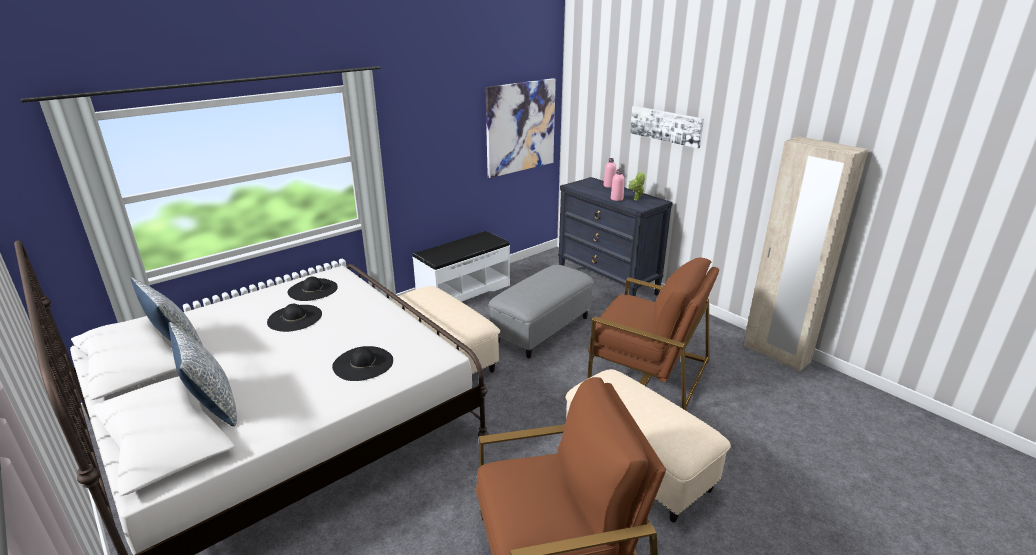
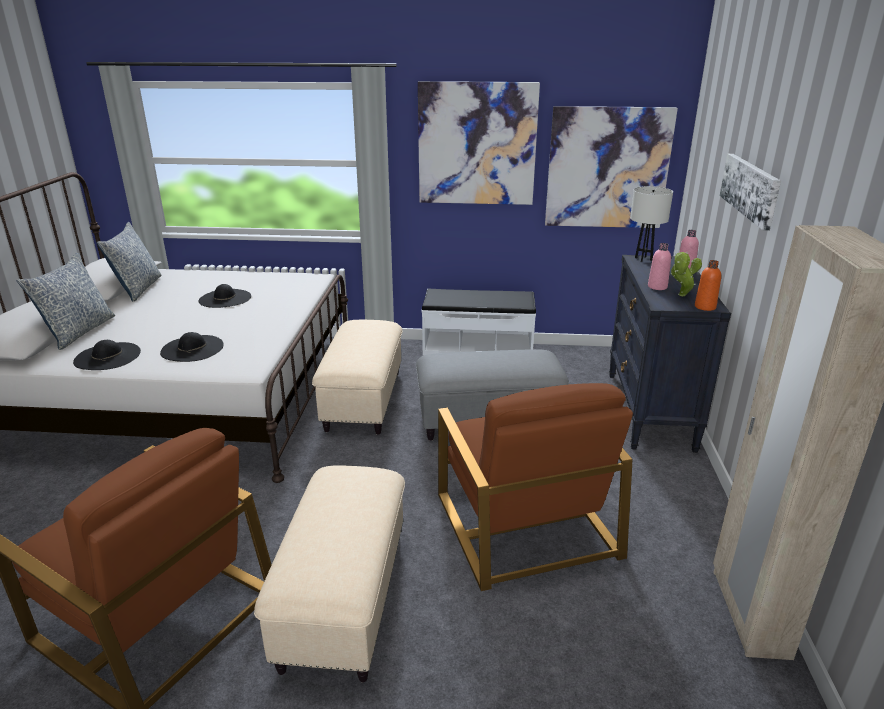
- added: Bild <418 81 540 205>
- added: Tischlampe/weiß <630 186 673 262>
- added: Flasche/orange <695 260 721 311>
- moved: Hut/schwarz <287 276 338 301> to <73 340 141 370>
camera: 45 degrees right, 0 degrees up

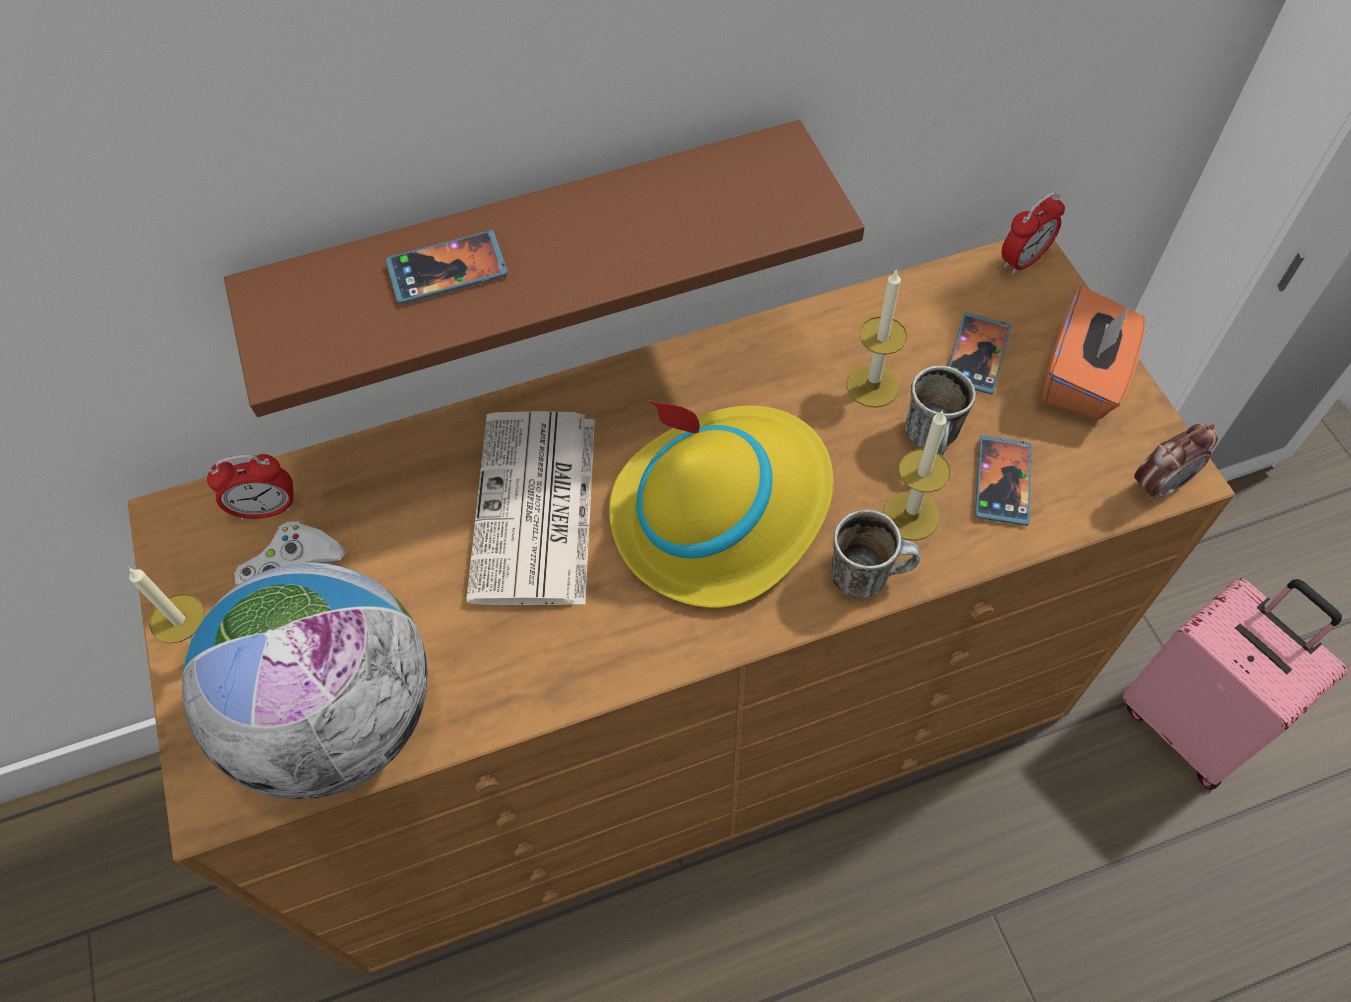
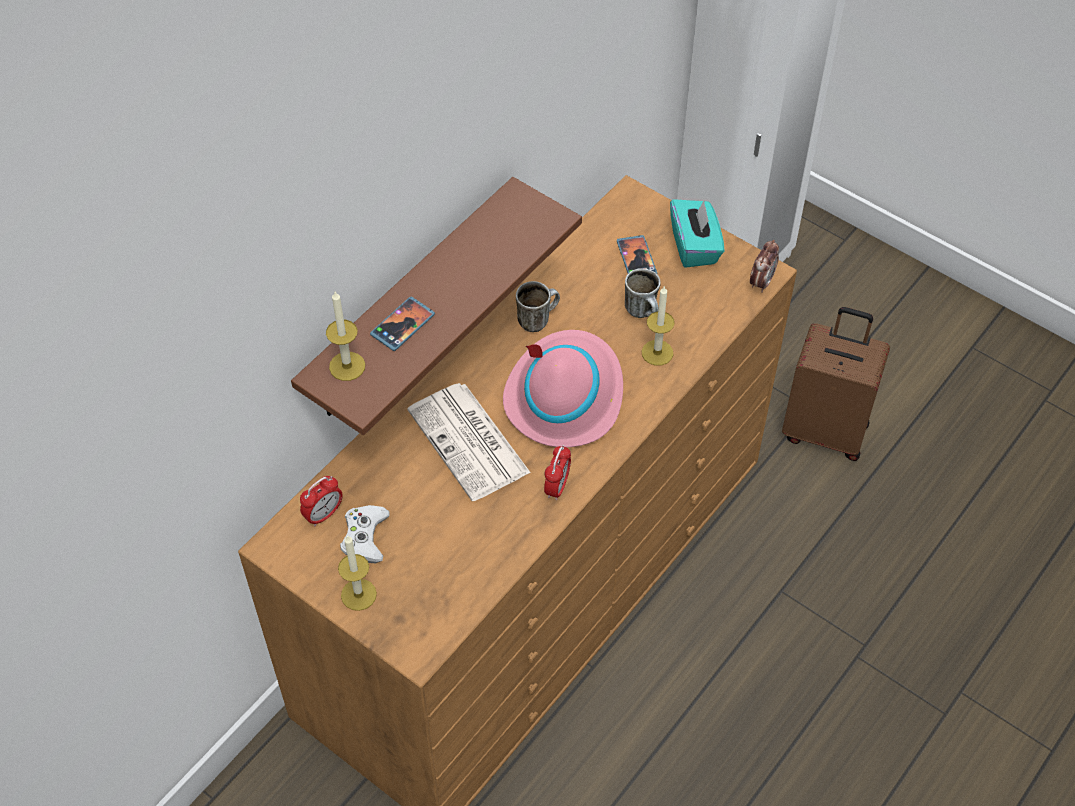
- removed: Globus <182 563 428 800>
- removed: Handy <975 435 1032 526>
- moved: Henkelbecher <832 509 920 598> to <516 281 560 332>
- moved: Kerze <847 269 907 408> to <326 292 365 381>
- moved: Wecker <1001 192 1065 275> to <544 445 571 500>
- recoloured: Hut/gelb <609 400 834 608> to Hut/rosa <503 330 623 447>
- recoloured: Taschentuchbox/orange <1042 286 1145 420> to Taschentuchbox/türkis <670 199 724 268>
- recoloured: Koffer/rosa <1123 578 1347 790> to Koffer/braun <782 307 890 461>
camera: 35 degrees left, 5 degrees down

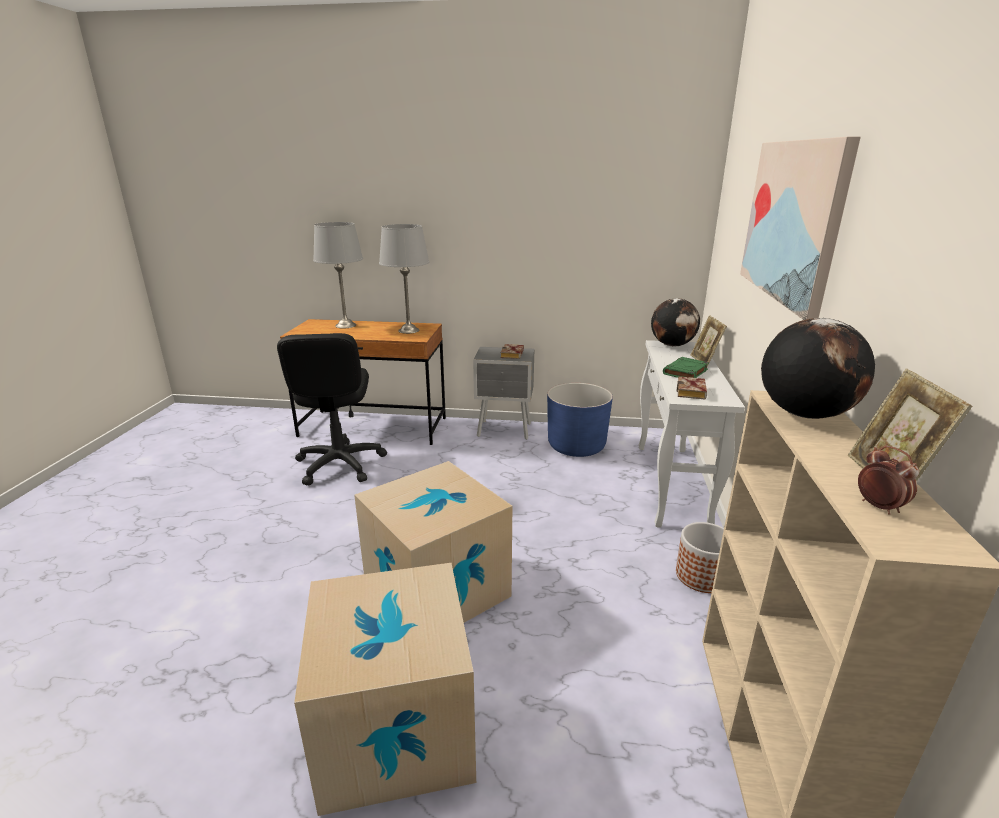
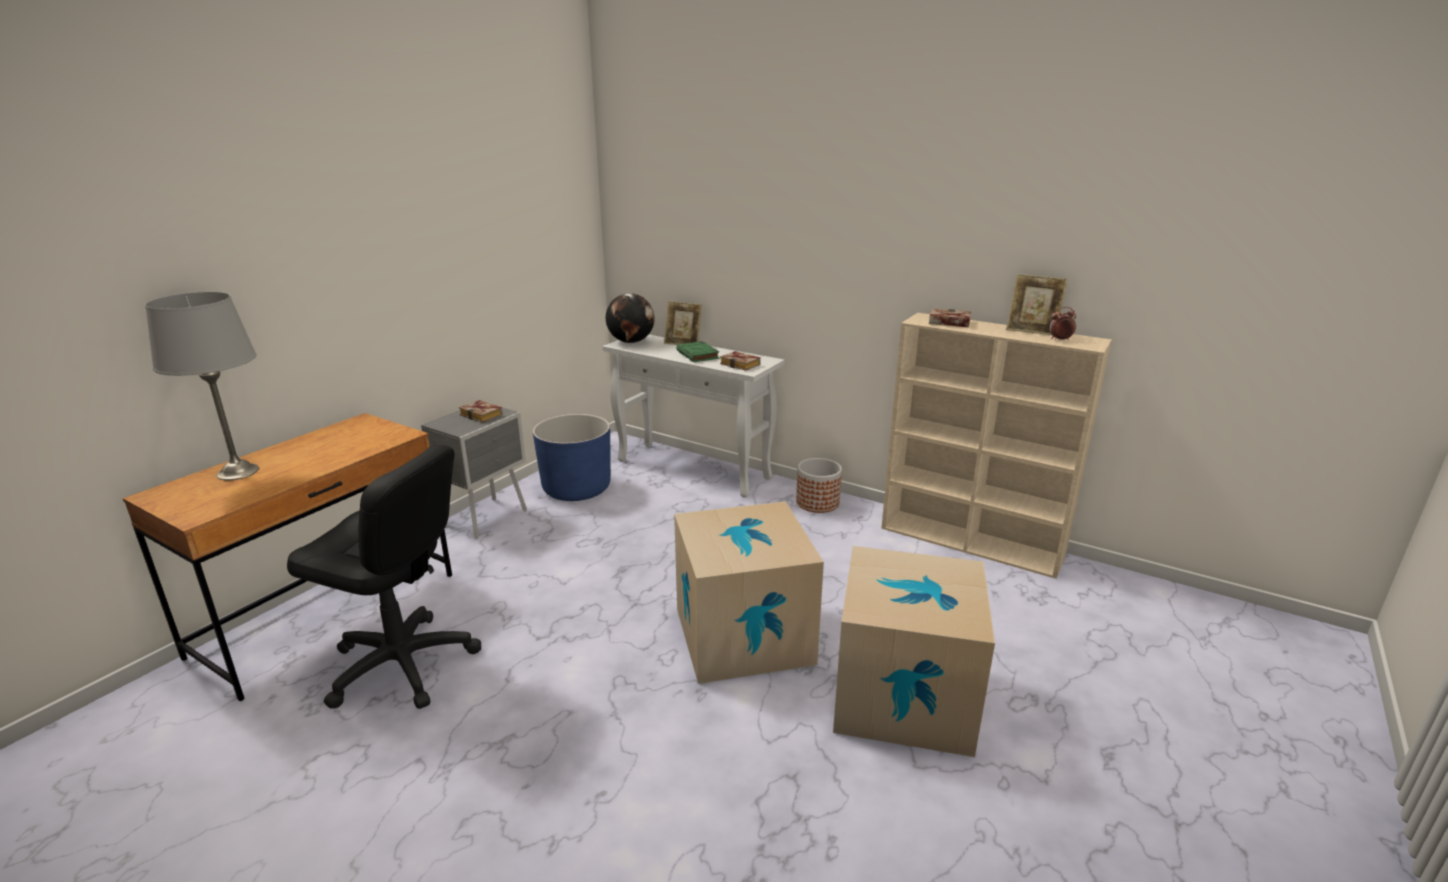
- removed: Tischlampe/grau <379 224 429 334>
- removed: Bild <740 136 861 320>
- replaced: Globus <761 318 875 419> to Buch <929 309 971 327>
camera: 65 degrees left, 0 degrees up

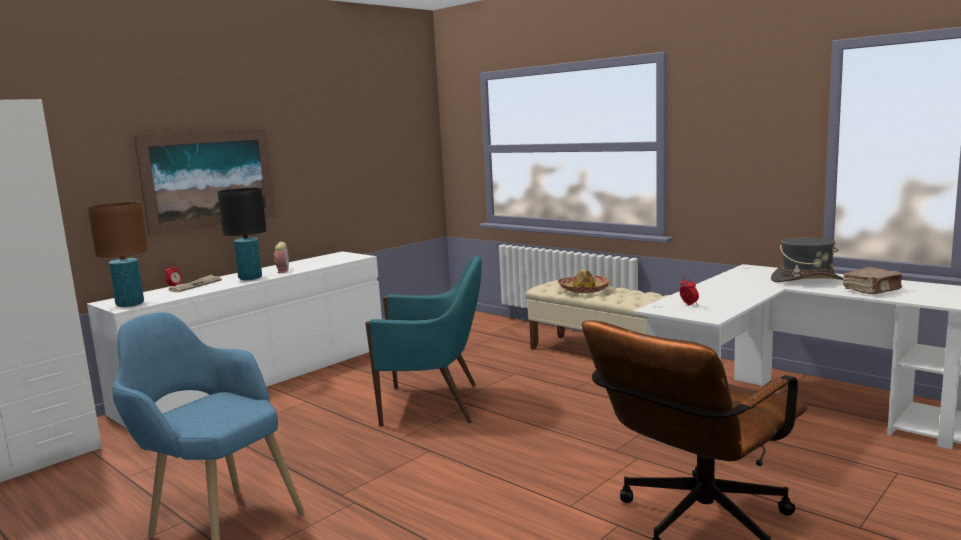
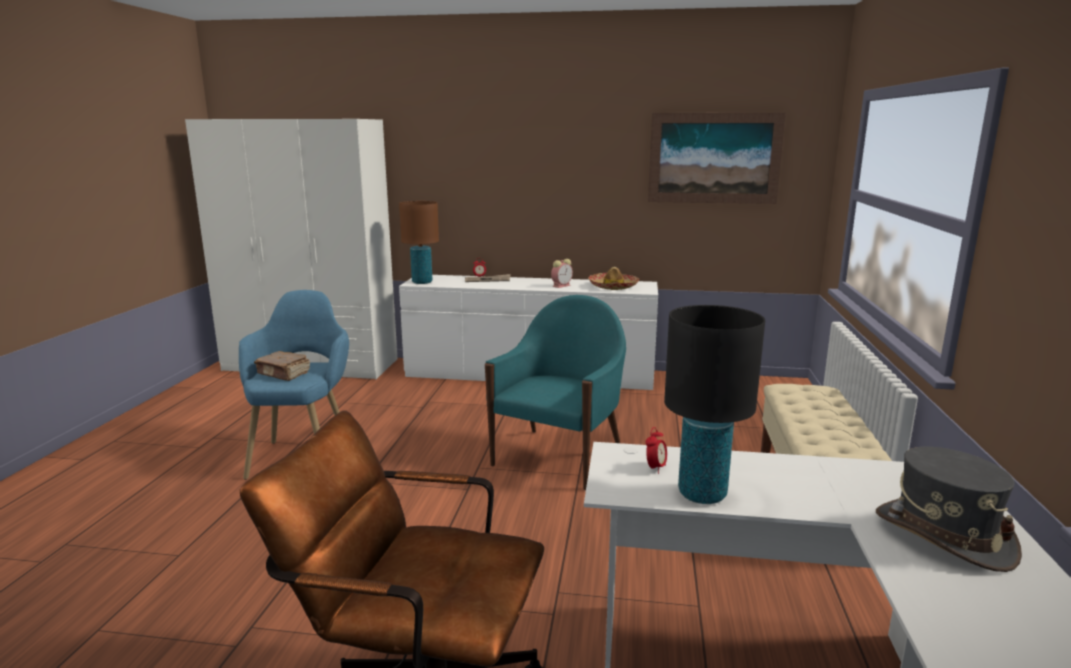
- moved: Bild <134 129 276 236> to <648 113 786 204>
- moved: Tischlampe/schwarz <217 187 267 280> to <664 305 765 504>
- moved: Hut <558 269 611 293> to <588 267 640 290>
- moved: Buch/braun <843 267 902 294> to <254 351 310 381>
- turned: Sessel/türkis <365 256 481 427> = <485 295 626 490> 120 degrees counterclockwise
camera: 55 degrees right, 5 degrees up

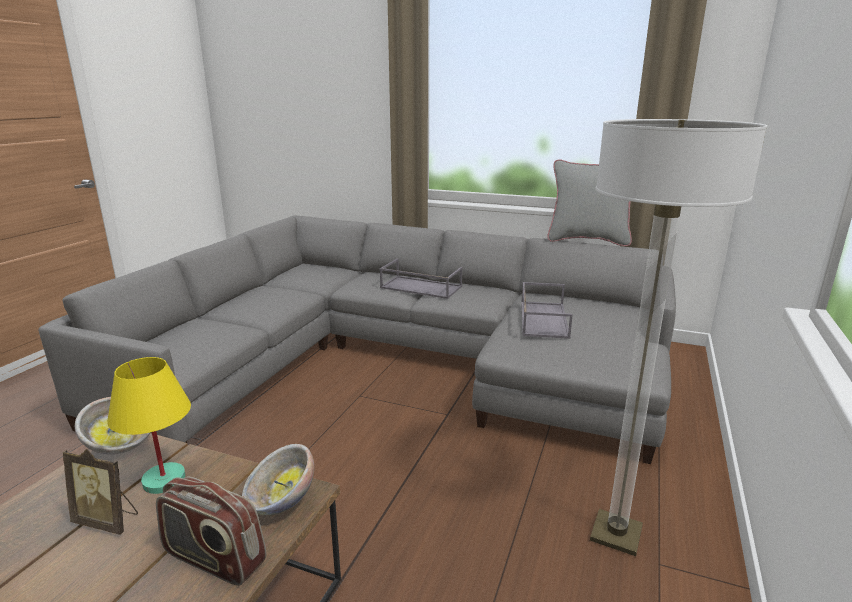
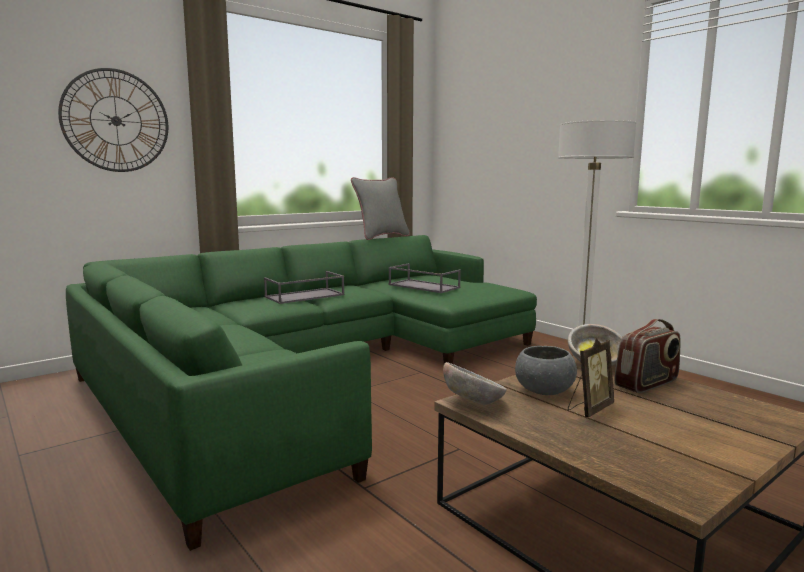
- added: Wanduhr <58 68 168 172>
- replaced: Tischlampe/gelb <107 357 191 494> to Schüssel/grau <515 346 577 395>
- recoloured: Sofa/grau <38 216 676 464> to Sofa/grün <66 235 537 551>
camera: 60 degrees left, 10 degrees down

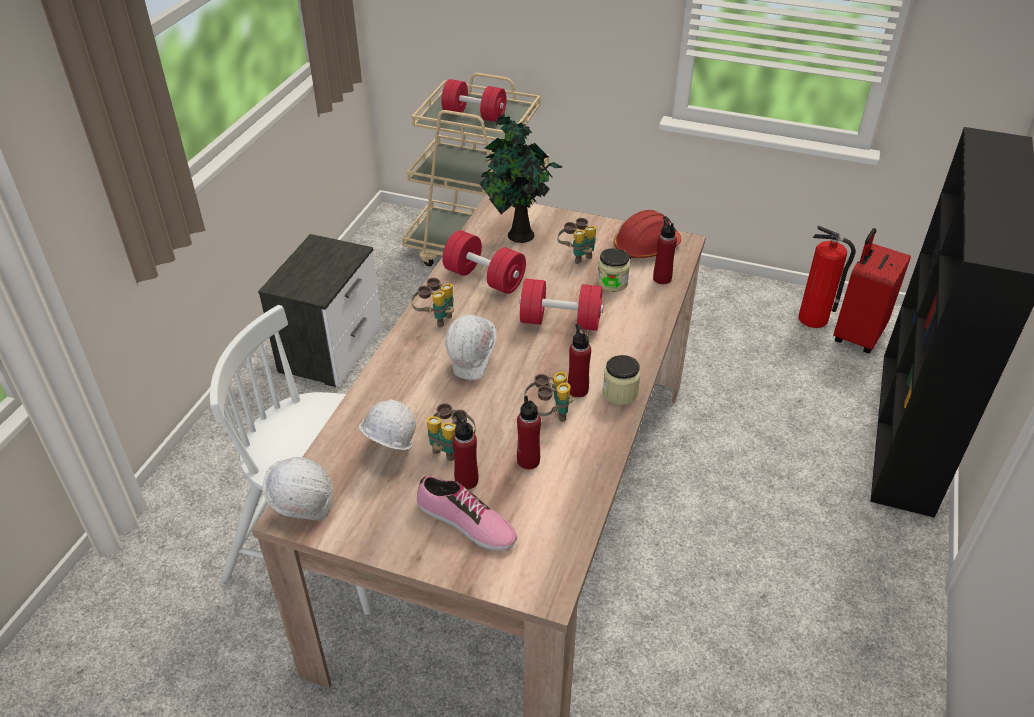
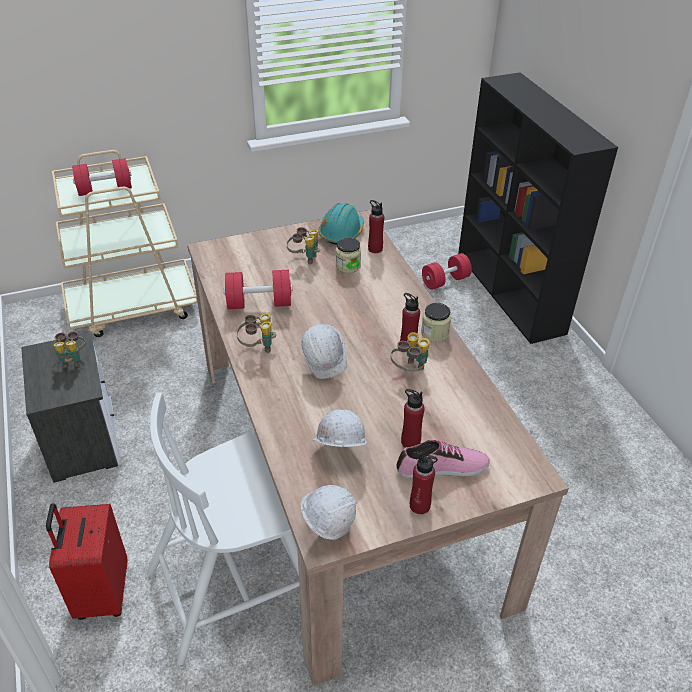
- removed: Topfpflanze <479 113 562 243>
- removed: Feuerlöscher <799 225 856 328>
- moved: Fernglas <426 403 476 461> to <53 331 86 368>
- moved: Flasche/rot <517 395 541 469> to <410 453 438 514>
- moved: Hantel/rot <519 279 604 331> to <422 253 472 290>
- moved: Koffer/rot <833 228 911 353> to <46 503 127 620>
- recoloured: Schutzhelm/rot <614 210 681 259> to Schutzhelm/türkis <319 203 364 245>
camera: 40 degrees left, 0 degrees up

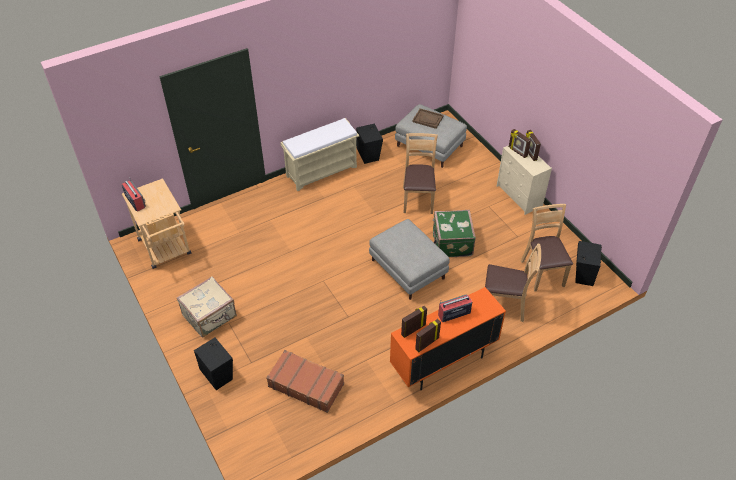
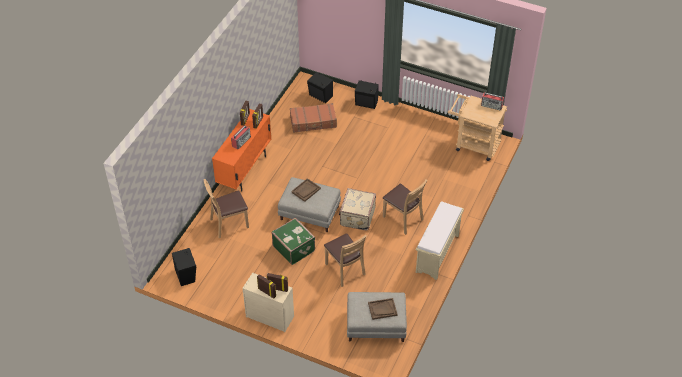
- added: Tablett/braun <291 178 321 202>
- moved: Koffer/beige <177 276 237 338> to <339 188 376 231>
- moved: Lautsprecher/schwarz <356 124 383 164> to <307 72 333 103>
- moved: Stuhl/braun <521 204 573 292> to <383 179 428 235>
camera: 145 degrees right, 0 degrees up

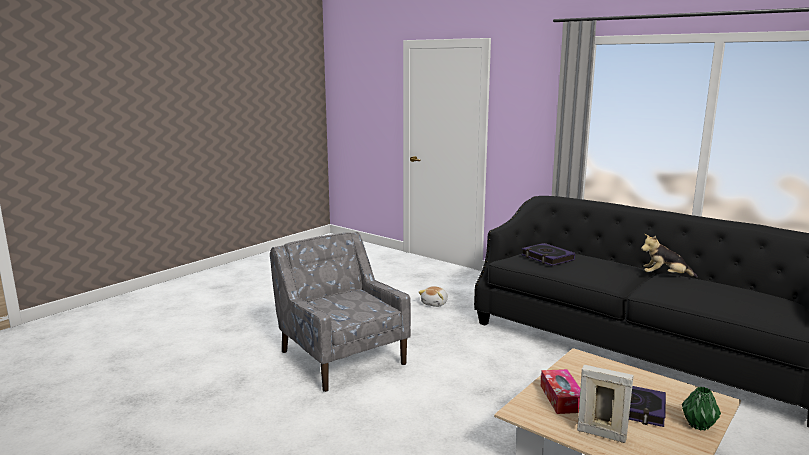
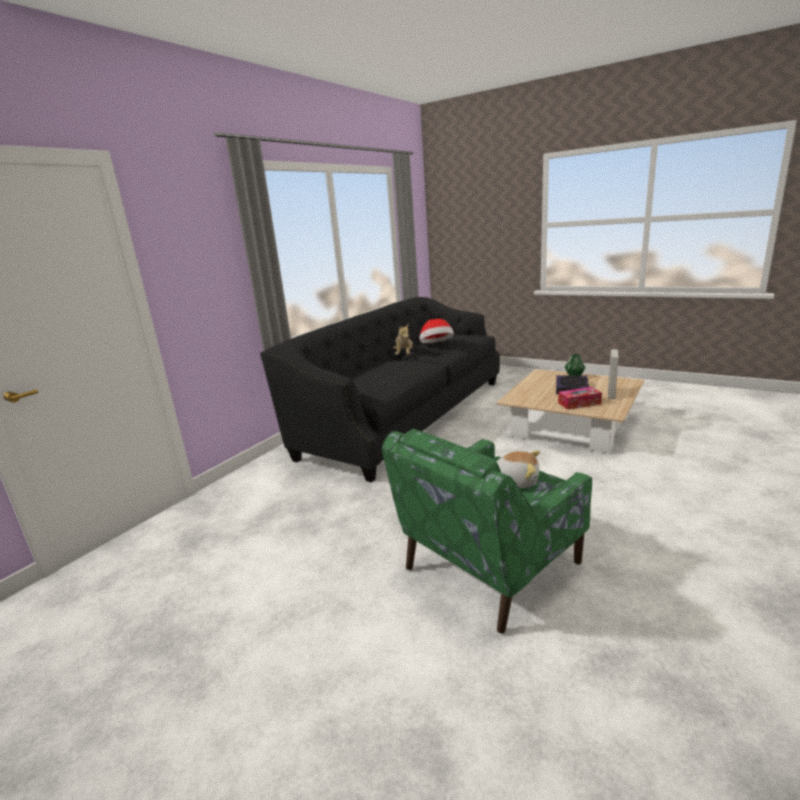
- removed: Buch <521 243 575 266>
- added: Hut <420 319 454 343>
- moved: Plüschtier <419 286 448 307> to <497 451 540 488>
- recoloured: Sessel/grau <270 232 411 392> to Sessel/grün <382 429 592 634>
camera: 95 degrees left, 5 degrees up

